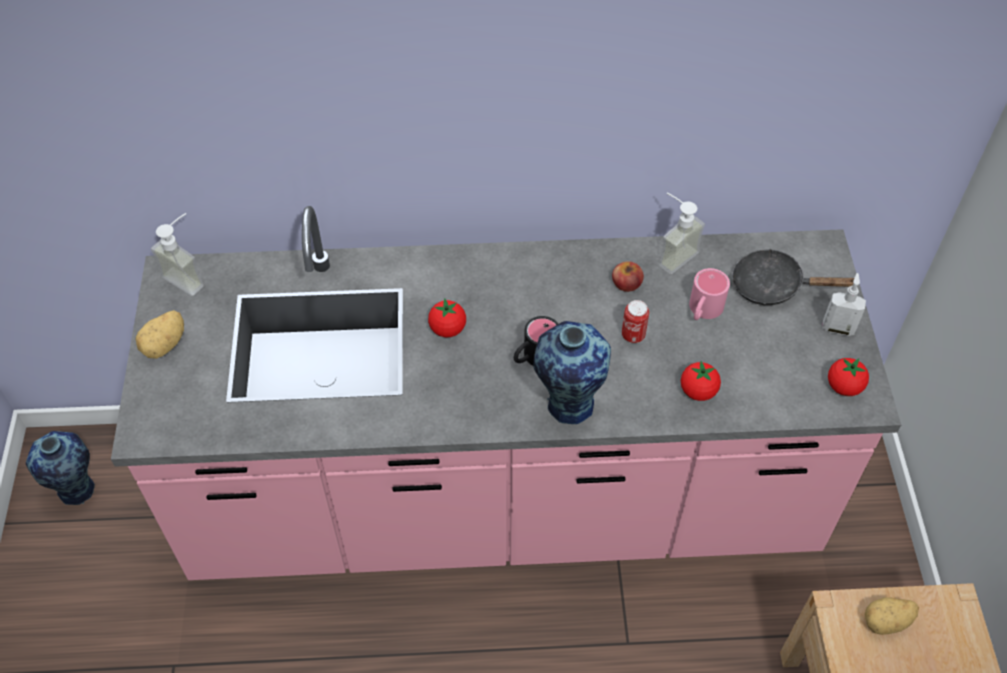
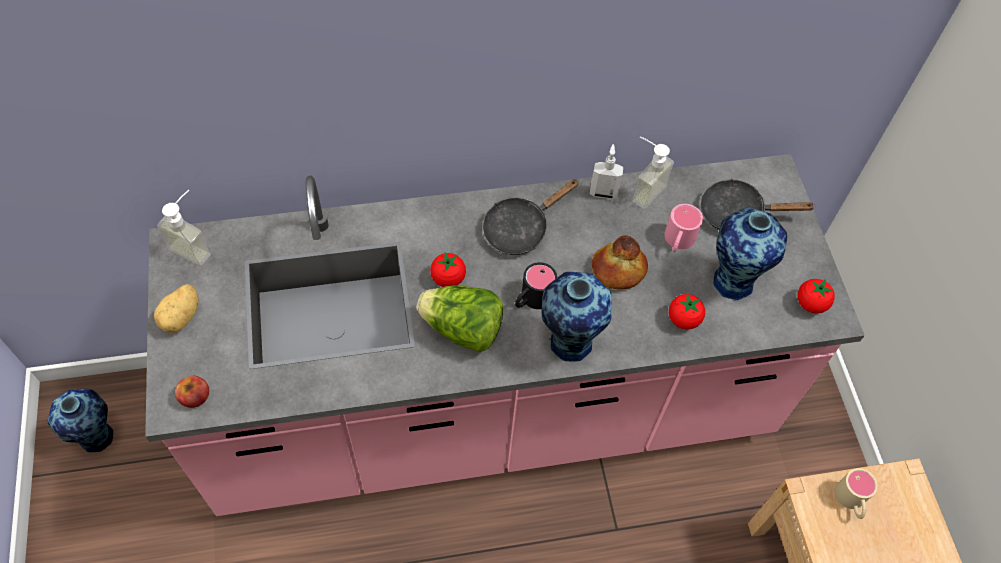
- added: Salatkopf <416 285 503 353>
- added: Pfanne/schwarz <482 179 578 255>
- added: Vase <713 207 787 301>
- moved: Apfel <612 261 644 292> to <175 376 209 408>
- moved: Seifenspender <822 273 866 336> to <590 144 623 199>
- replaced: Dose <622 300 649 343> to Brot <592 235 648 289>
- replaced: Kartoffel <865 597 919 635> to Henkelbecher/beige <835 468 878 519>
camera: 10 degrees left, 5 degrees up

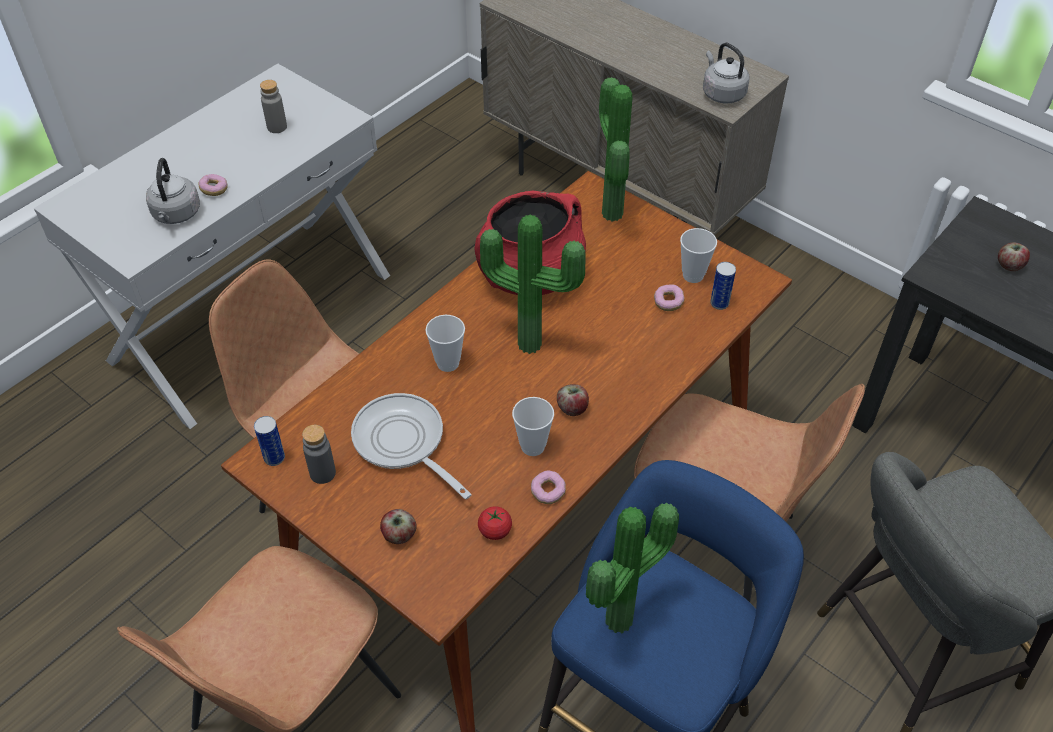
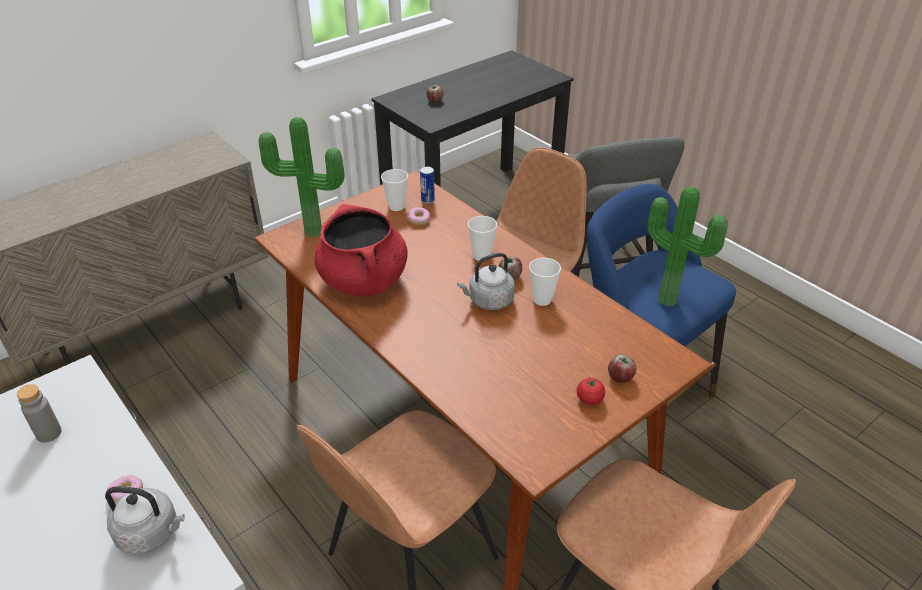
- removed: Dose <254 416 285 466>
- removed: Flasche/grau <302 425 336 484>
- removed: Pfanne <351 393 472 499>
- removed: Topfpflanze <480 215 586 354>
- removed: Donut <531 470 566 504>
- moved: Tasse <426 315 465 372> to <468 216 497 261>
- moved: Tomate <478 506 512 540> to <577 378 605 405>
- moved: Wasserkessel/grau <703 43 750 104> to <457 253 515 310>
camera: 80 degrees left, 10 degrees down

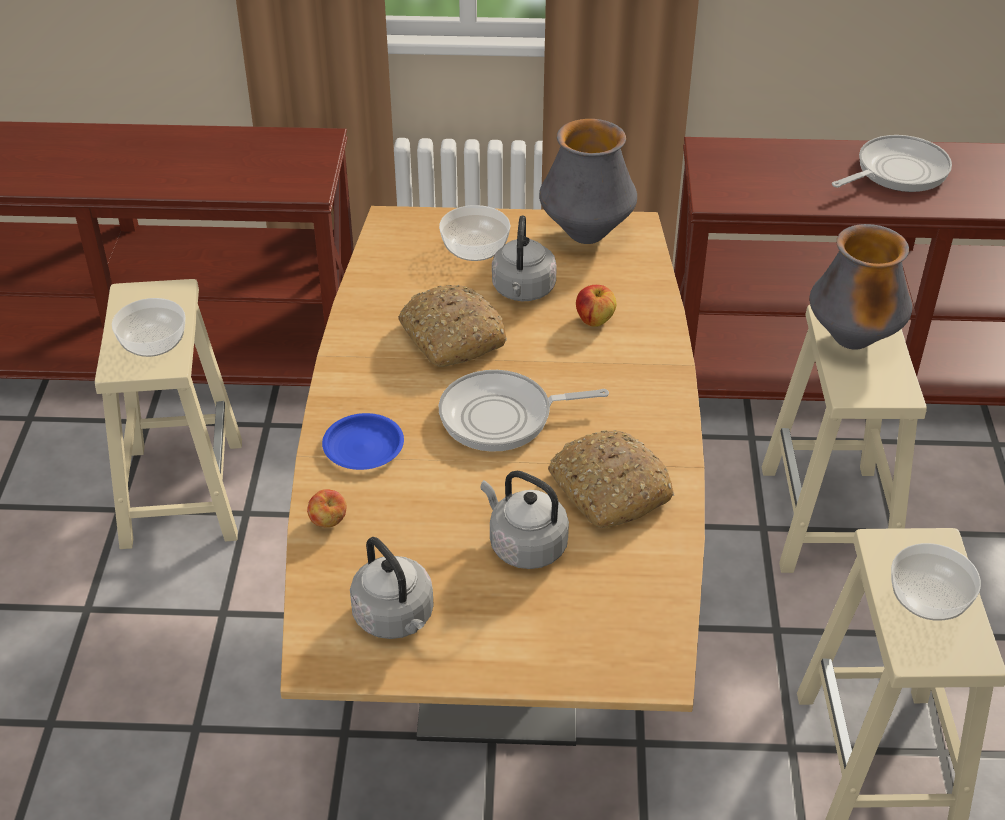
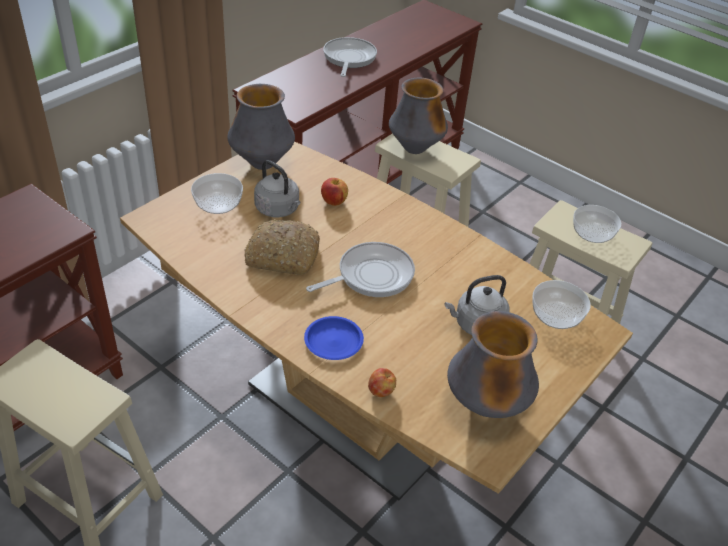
- removed: Brot <548 430 674 528>
- moved: Schüssel <112 298 185 357> to <532 280 590 329>
- replaced: Wasserkessel/grau <350 537 434 639> to Vase <447 311 539 418>
- turned: Pfanne <439 370 609 452> = <306 242 415 297> 150 degrees counterclockwise
camera: 55 degrees left, 0 degrees up

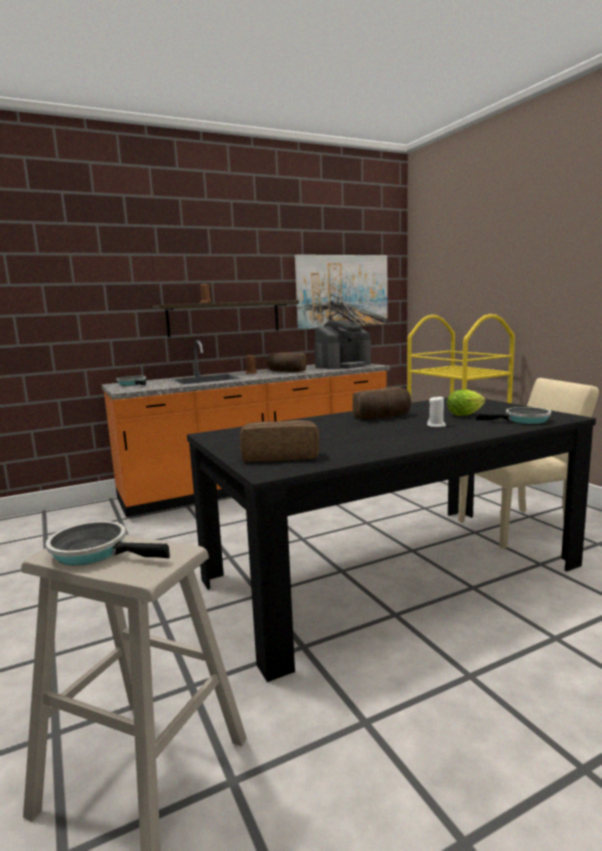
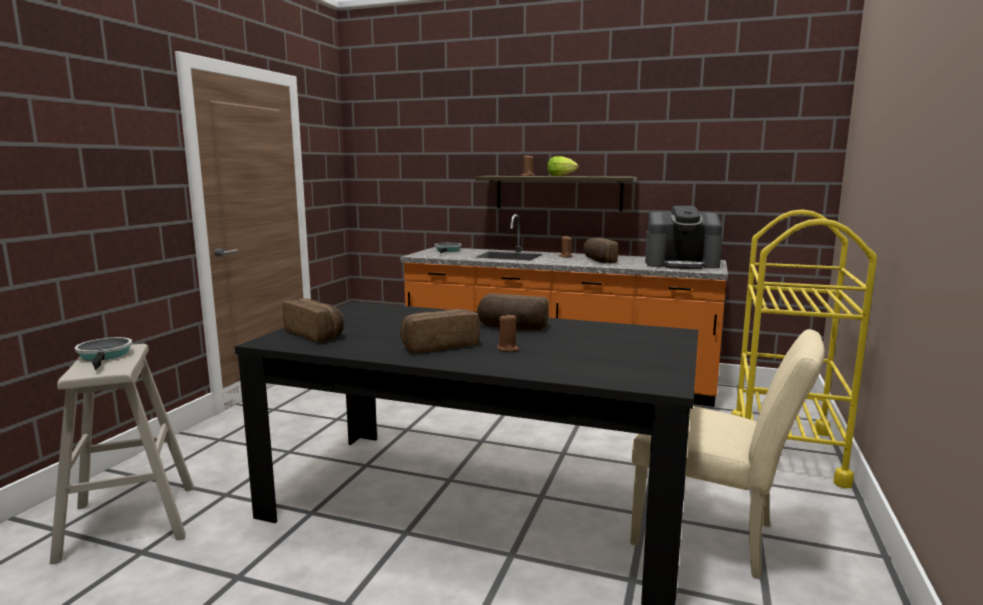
- removed: Bild <295 255 388 329>
- removed: Pfanne <475 407 551 424>
- added: Brot <400 309 480 353>
- moved: Salatkopf <447 389 486 416> to <547 156 579 176>
- recoloured: Kerze/weiß <427 395 446 427> to Kerze/braun <497 315 519 352>
camera: 45 degrees right, 0 degrees up

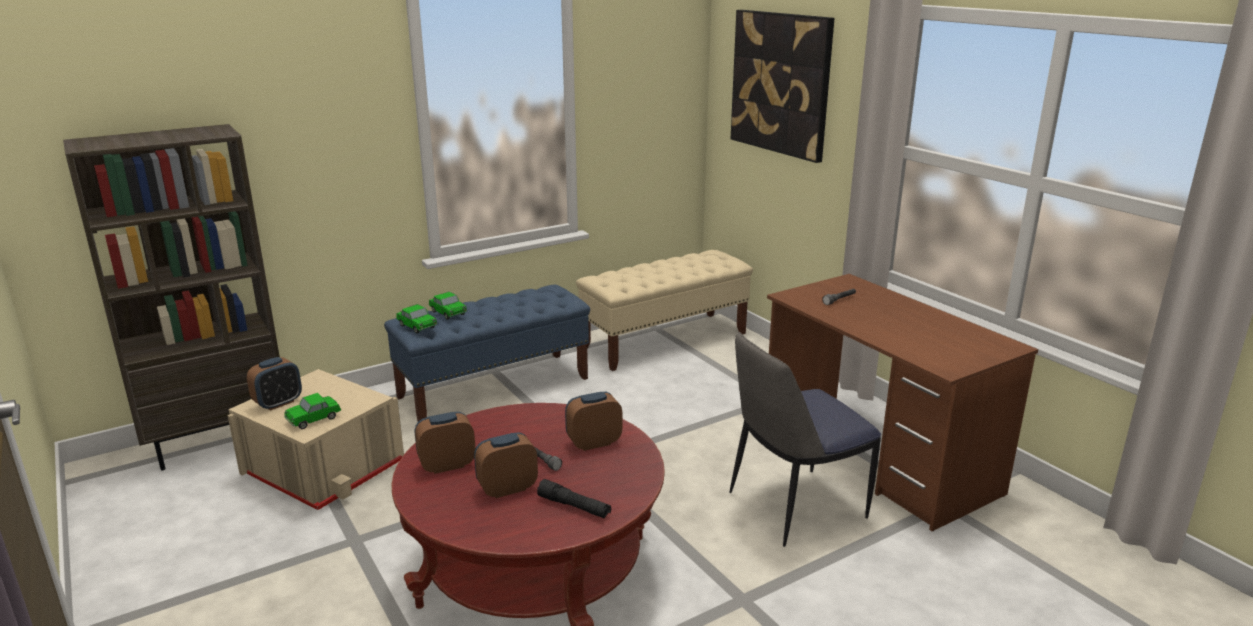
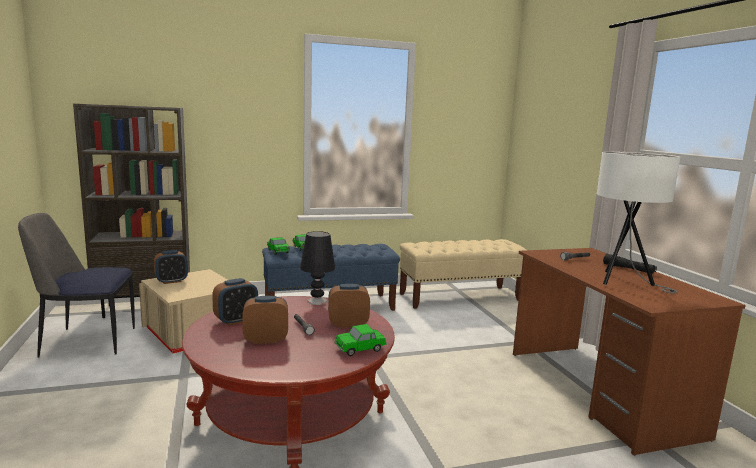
- removed: Bild <731 10 834 163>
- added: Tischlampe/schwarz <300 231 335 305>
- added: Tischlampe/weiß <597 151 680 293>
- moved: Spielzeugauto <284 393 341 429> to <334 324 386 356>
- moved: Taschenlampe/schwarz <537 479 611 518> to <603 254 657 274>
- moved: Stuhl <729 331 881 547> to <18 213 135 358>
- turned: Wecker <415 412 475 474> = <212 278 258 326> 150 degrees clockwise
camera: 15 degrees right, 10 degrees down

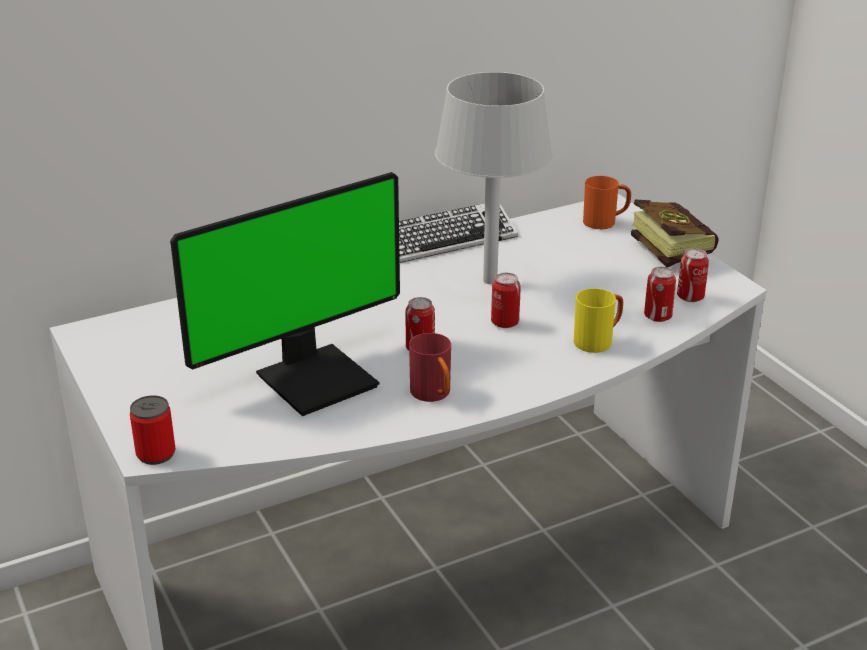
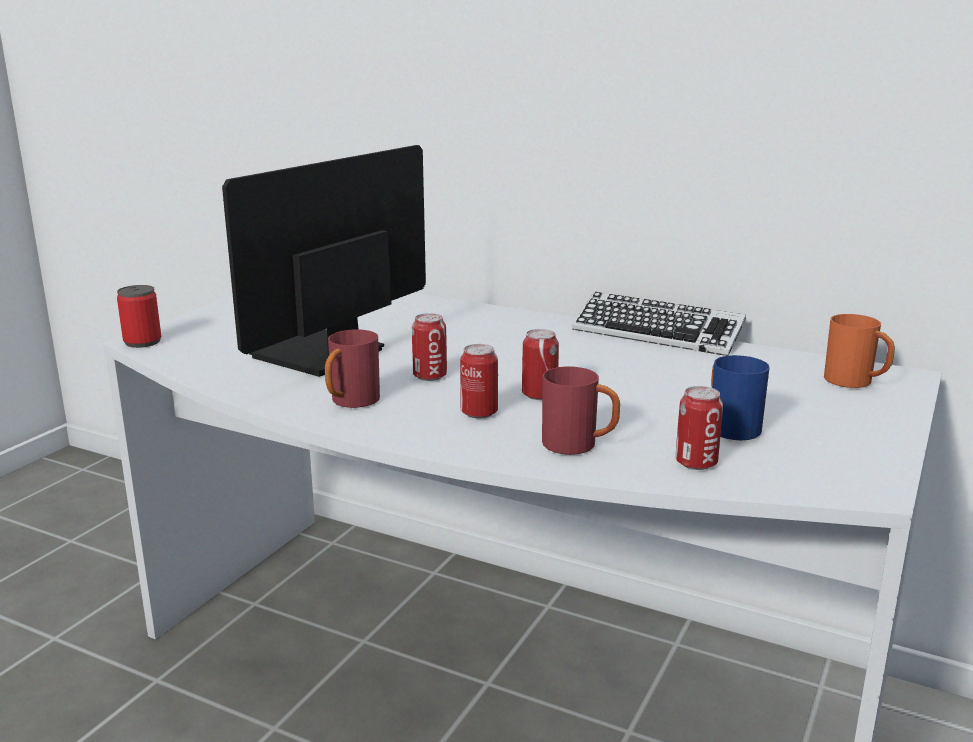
- removed: Tischlampe/grau <435 72 553 284>
- removed: Buch <631 200 718 268>
- added: Henkelbecher/blau <711 355 770 440>
- moved: Dose <677 248 709 302> to <460 344 498 418>
- recoloured: Henkelbecher/gelb <574 288 623 353> to Henkelbecher/rot <542 366 620 455>
- turned: Monitor <170 172 400 416> = <222 145 426 377> 105 degrees clockwise
camera: 55 degrees right, 10 degrees down

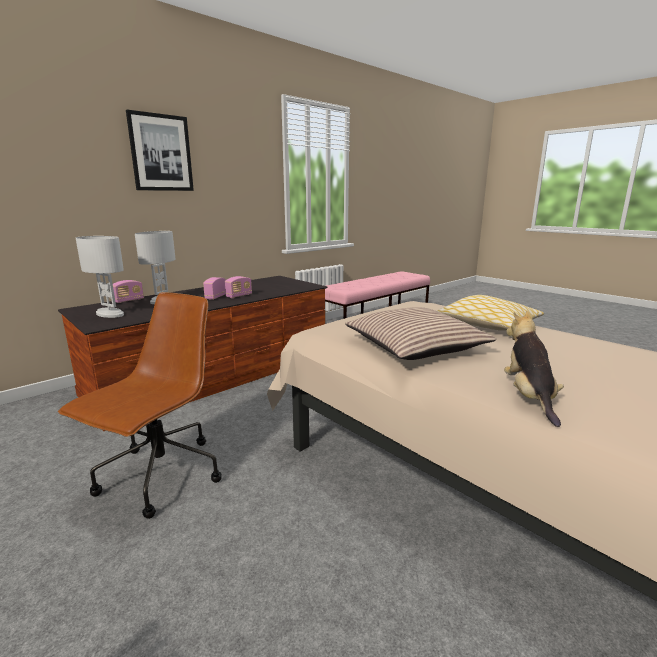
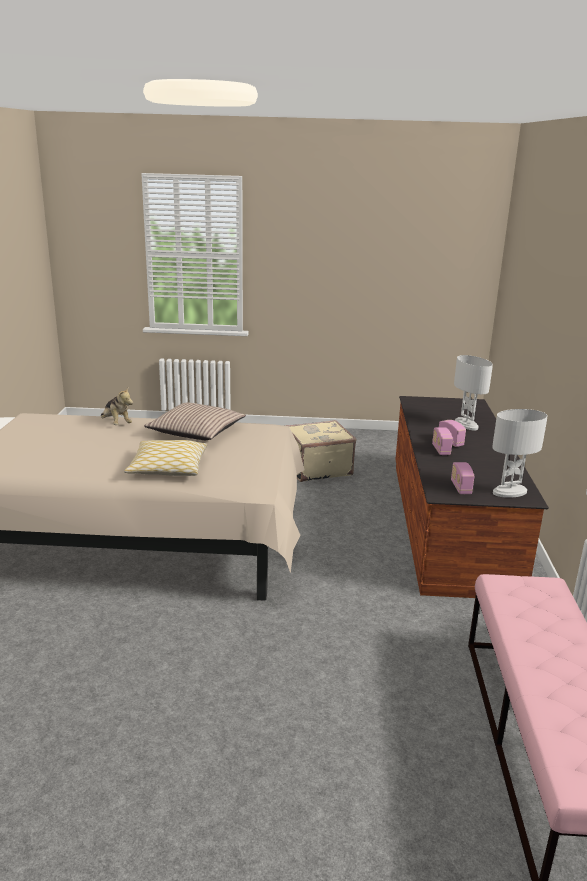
- removed: Bild <126 110 194 191>
- moved: Tischlampe/weiß <76 236 124 318> to <492 409 547 498>
- moved: Radio <113 280 144 303> to <451 462 474 494>
- replaced: Bürostuhl/braun <58 292 222 519> to Koffer/beige <284 420 356 482>
camera: 135 degrees right, 5 degrees up

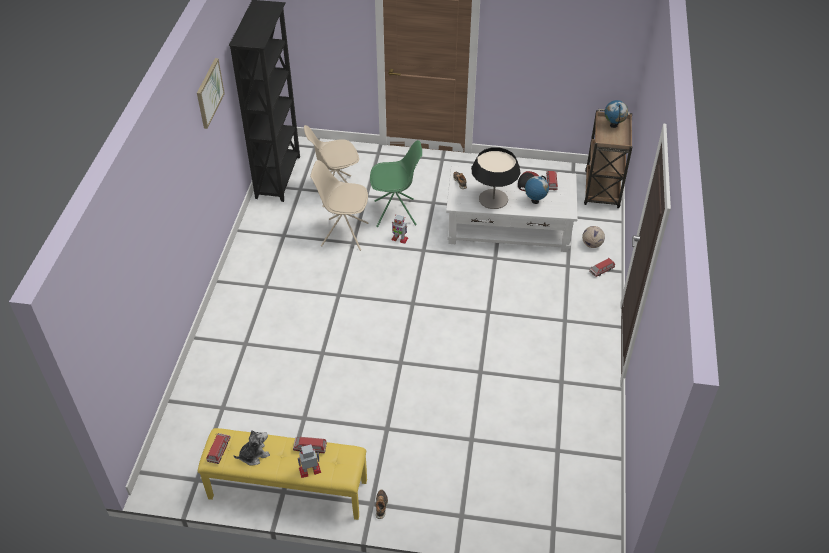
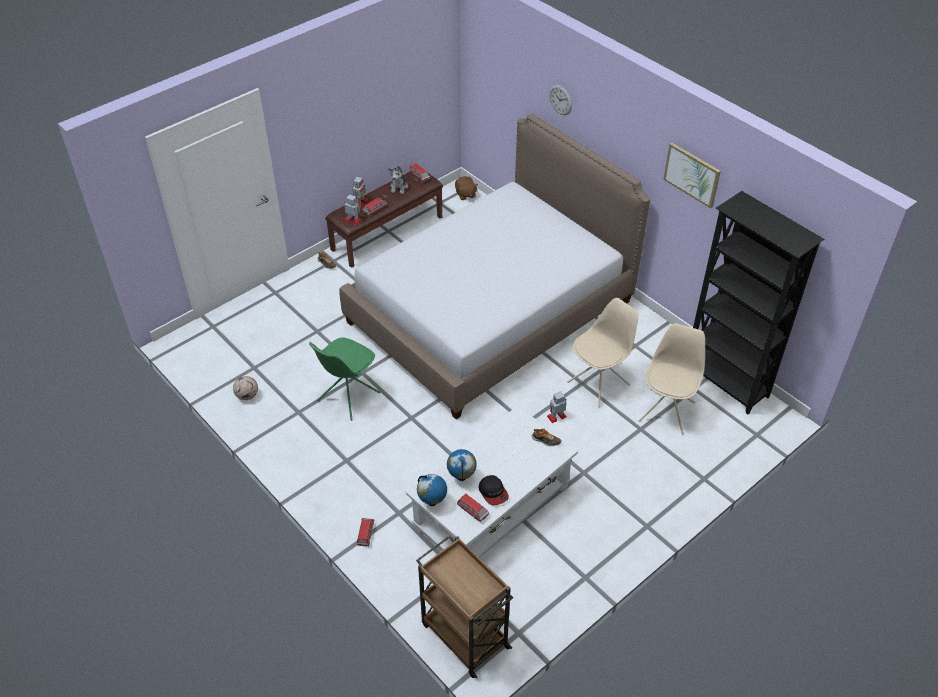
- removed: Tischlampe <471 147 520 209>
- added: Bett <339 114 650 420>
- added: Spielzeugroboter <345 195 362 225>
- added: Plüschtier/braun <455 176 478 200>
- added: Wanduhr <549 85 572 115>
- moved: Stuhl/grün <370 140 422 228> to <309 337 381 421>
- moved: Fußball <582 226 605 248> to <233 376 258 400>
- moved: Globus <605 100 628 128> to <417 474 447 506>
- recoloured: Bank/gelb <198 428 367 520> to Bank/braun <325 172 443 268>
camera: 130 degrees right, 0 degrees up

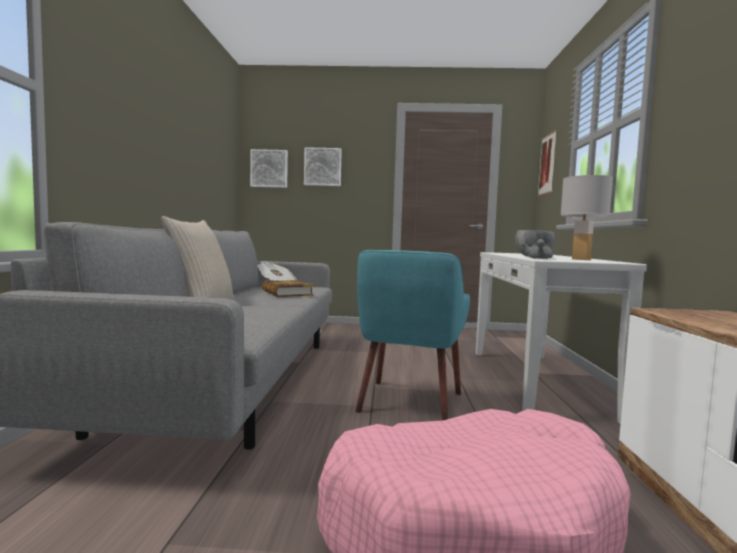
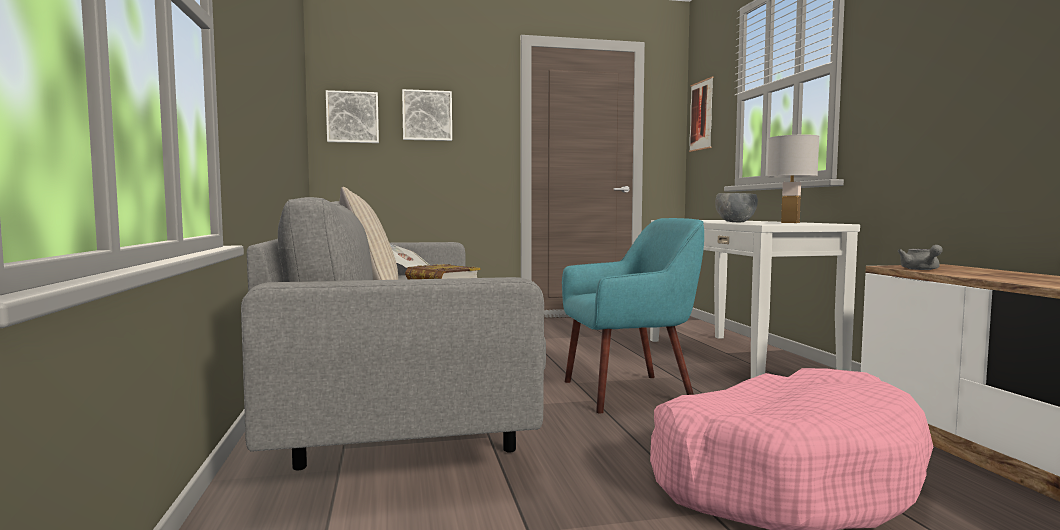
- moved: Teekanne/grau <522 239 553 259> to <898 245 943 270>
- turned: Sessel/türkis <355 250 470 421> = <562 218 704 413> 105 degrees counterclockwise
camera: 15 degrees left, 0 degrees up

